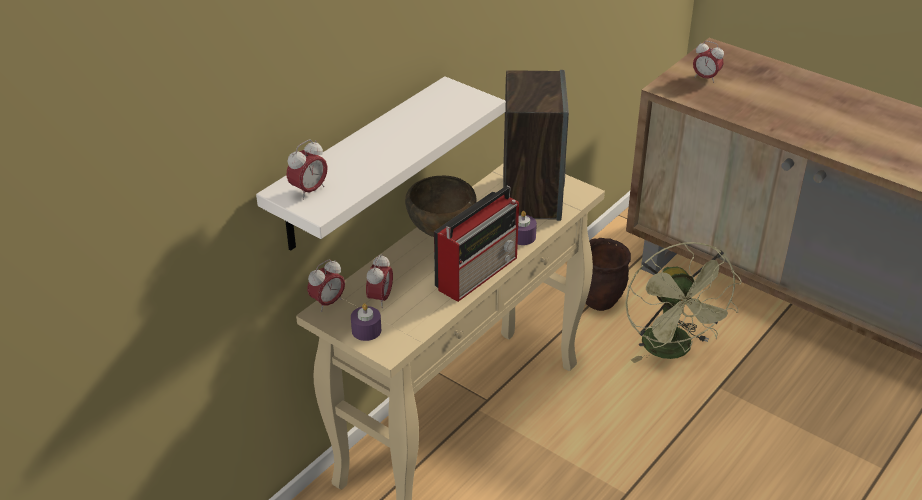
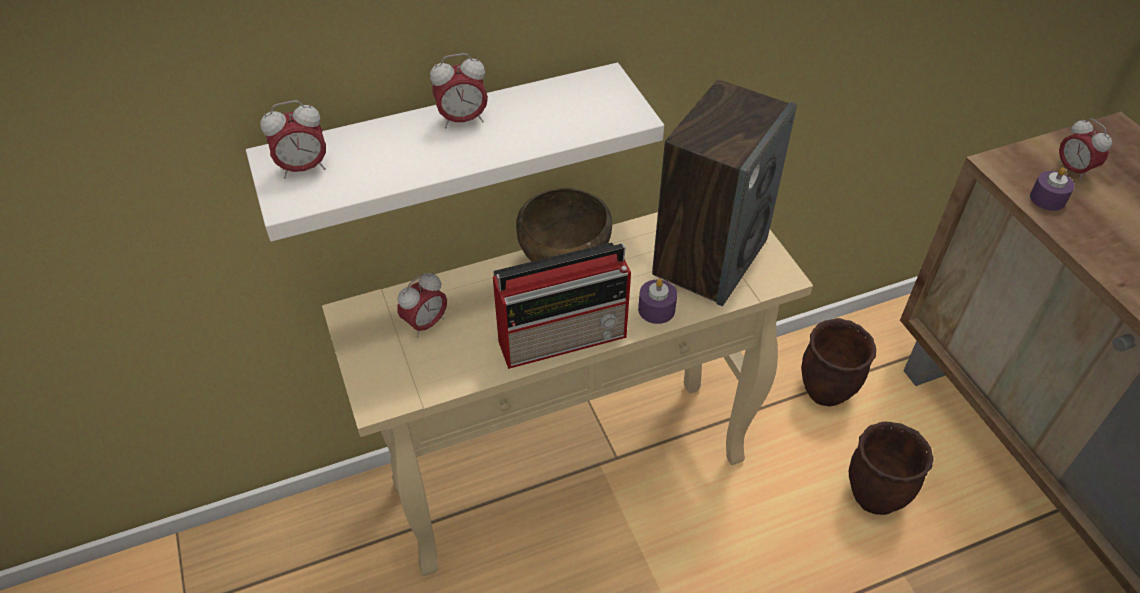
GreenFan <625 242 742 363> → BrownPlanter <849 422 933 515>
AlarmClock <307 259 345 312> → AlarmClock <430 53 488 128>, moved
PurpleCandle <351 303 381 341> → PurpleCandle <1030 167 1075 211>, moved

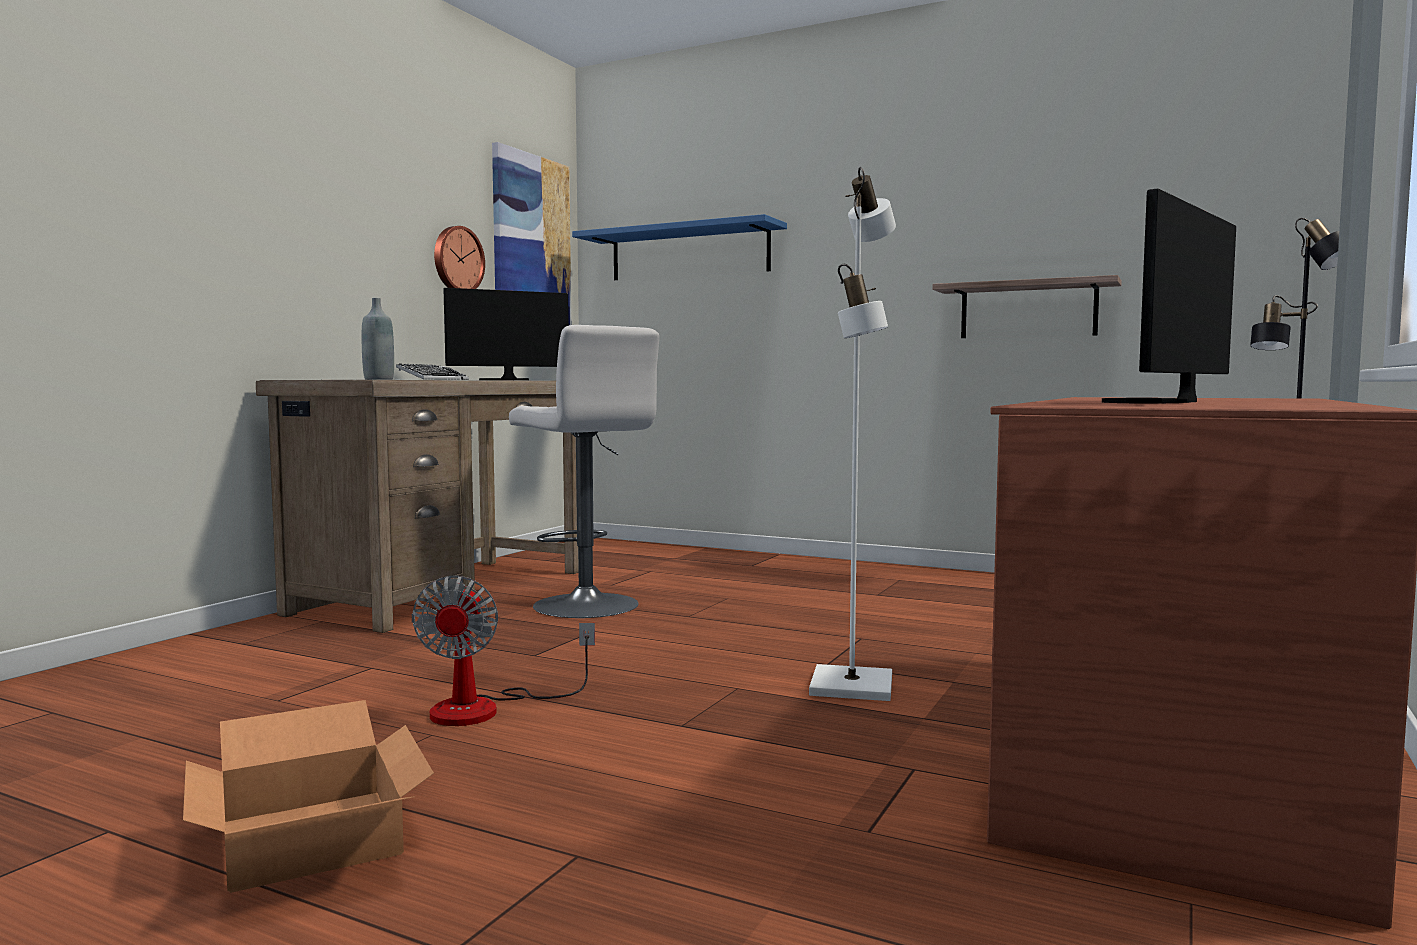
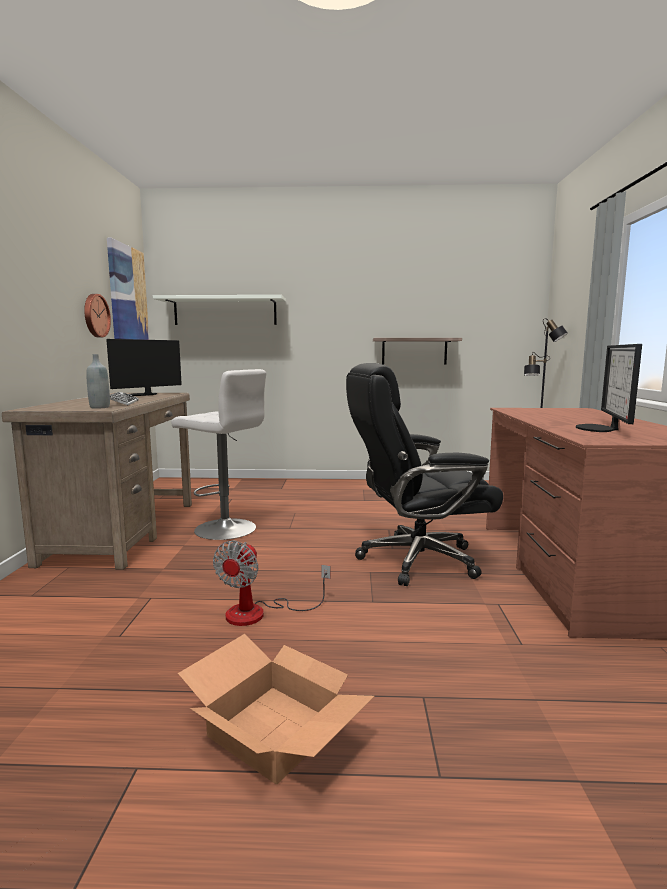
WhiteFloorLamp <809 167 896 701> → BlackOfficeChair <346 363 503 586>
BlueShelf <572 214 787 280> → WhiteShelf <153 295 286 325>
Fan <412 575 595 726> → Fan <213 540 330 626>, 45 degrees clockwise

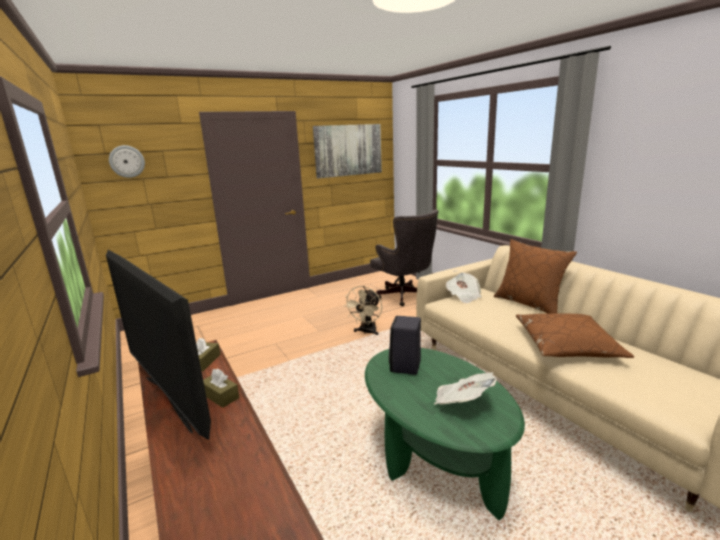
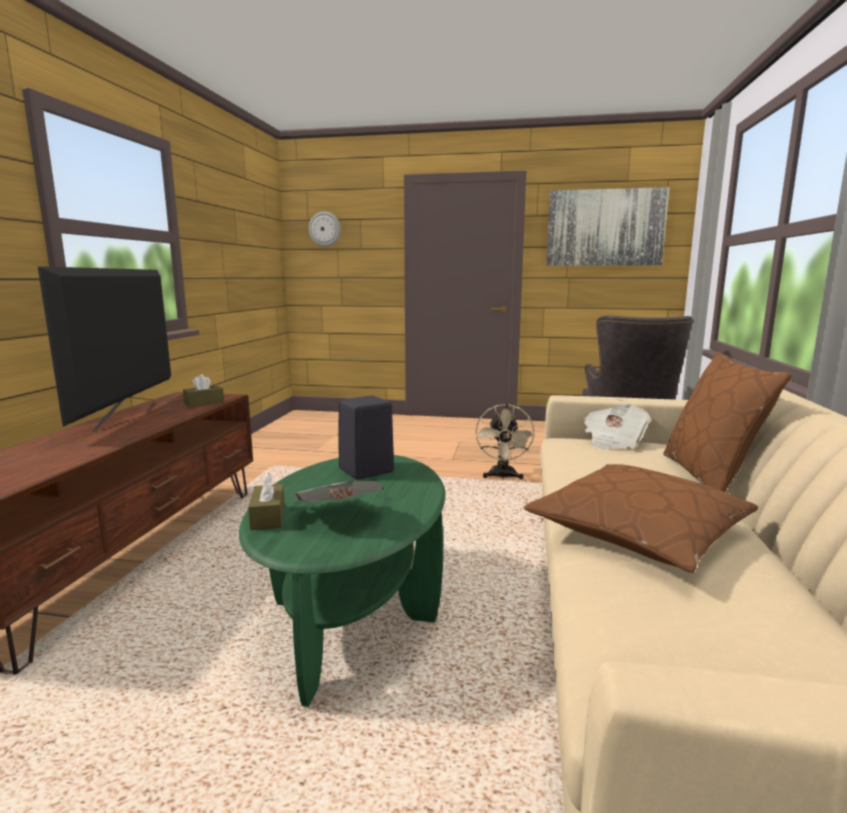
BeigeFan <343 286 382 335> → BeigeFan <476 404 535 479>, 60 degrees counterclockwise
BrownTissueBox <203 369 239 408> → BrownTissueBox <248 472 285 530>, moved

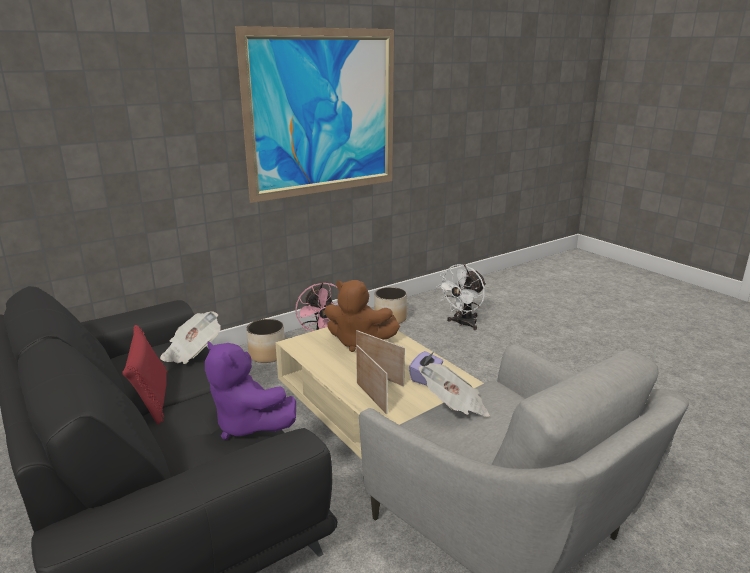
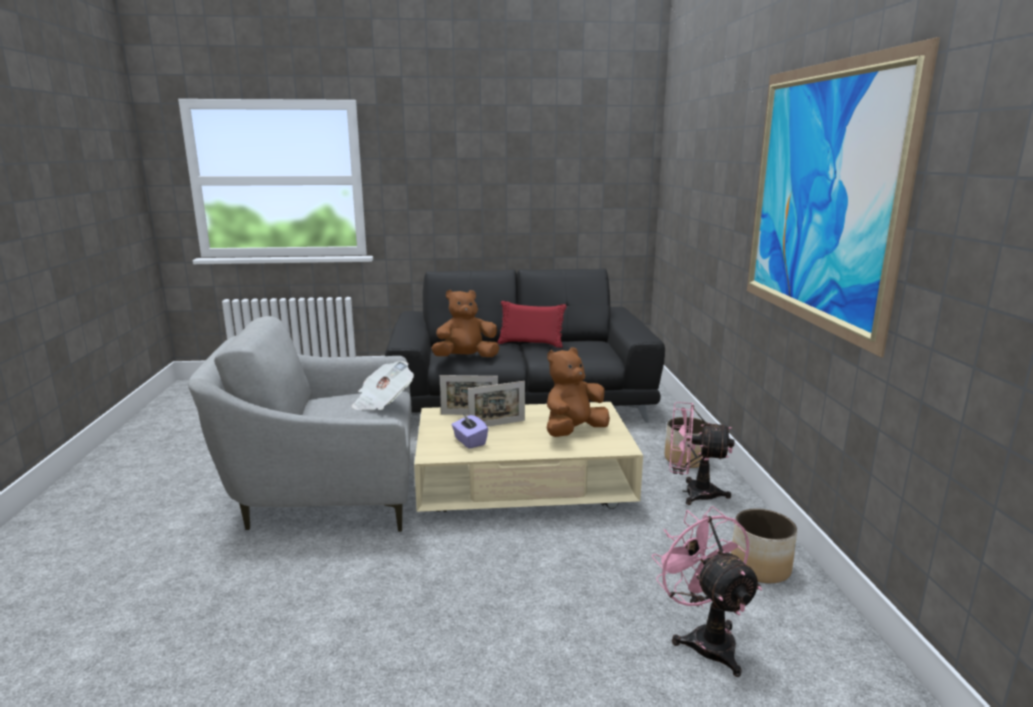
WhiteFan <437 264 486 330> → PinkFan <652 506 762 677>
Newspaper <160 311 221 364> → -
PurplePlushToy <205 341 296 440> → BrownPlushToy <431 290 499 357>

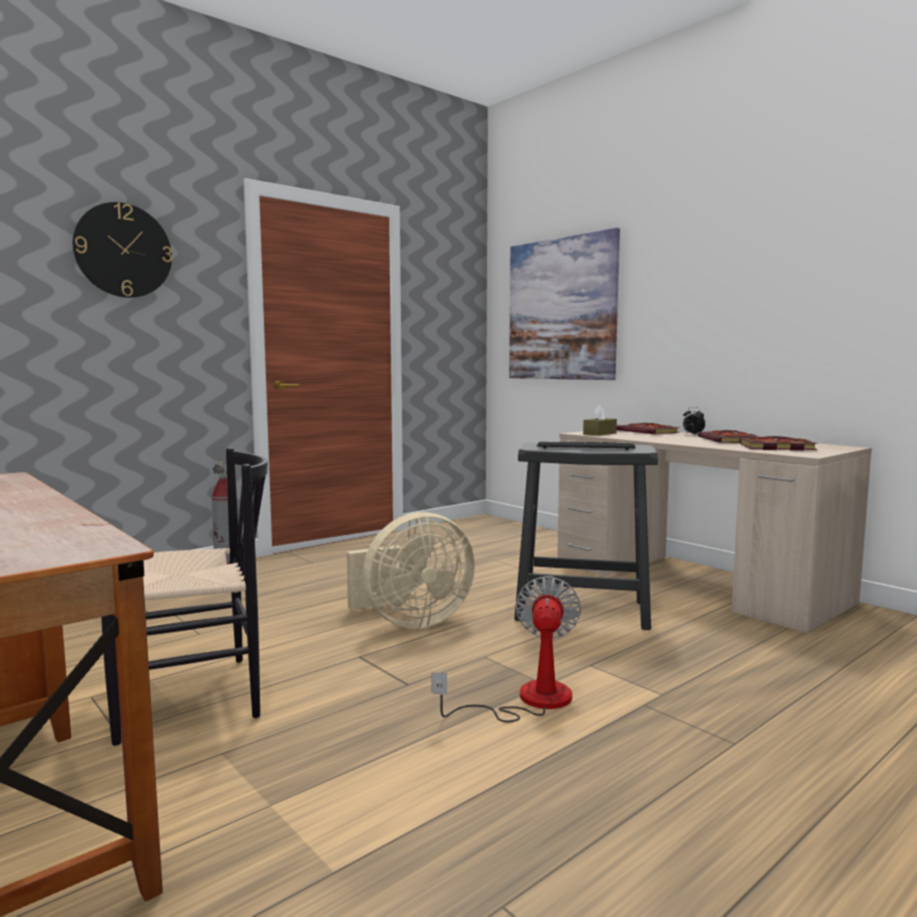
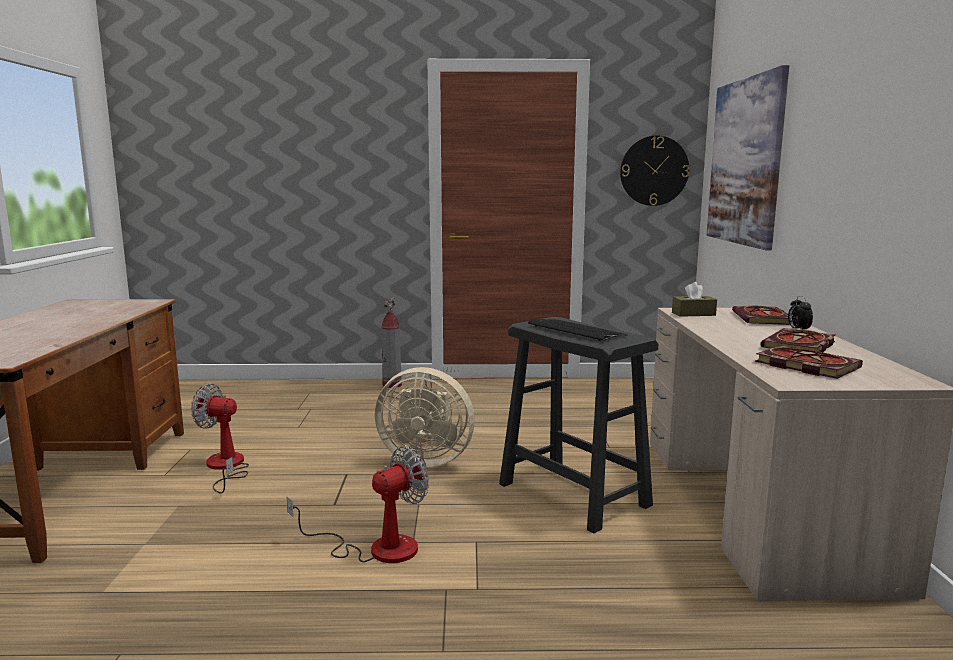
WallClock <73 202 172 298> → WallClock <620 135 689 206>, moved
BlackChair <101 448 268 746> → Fan <191 384 249 493>

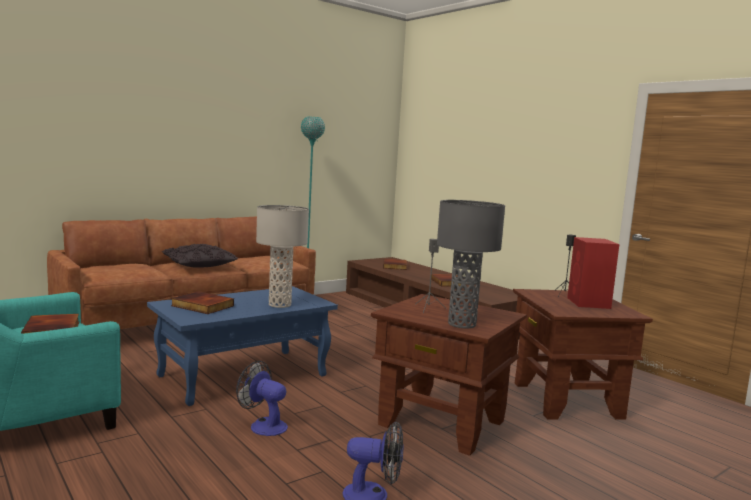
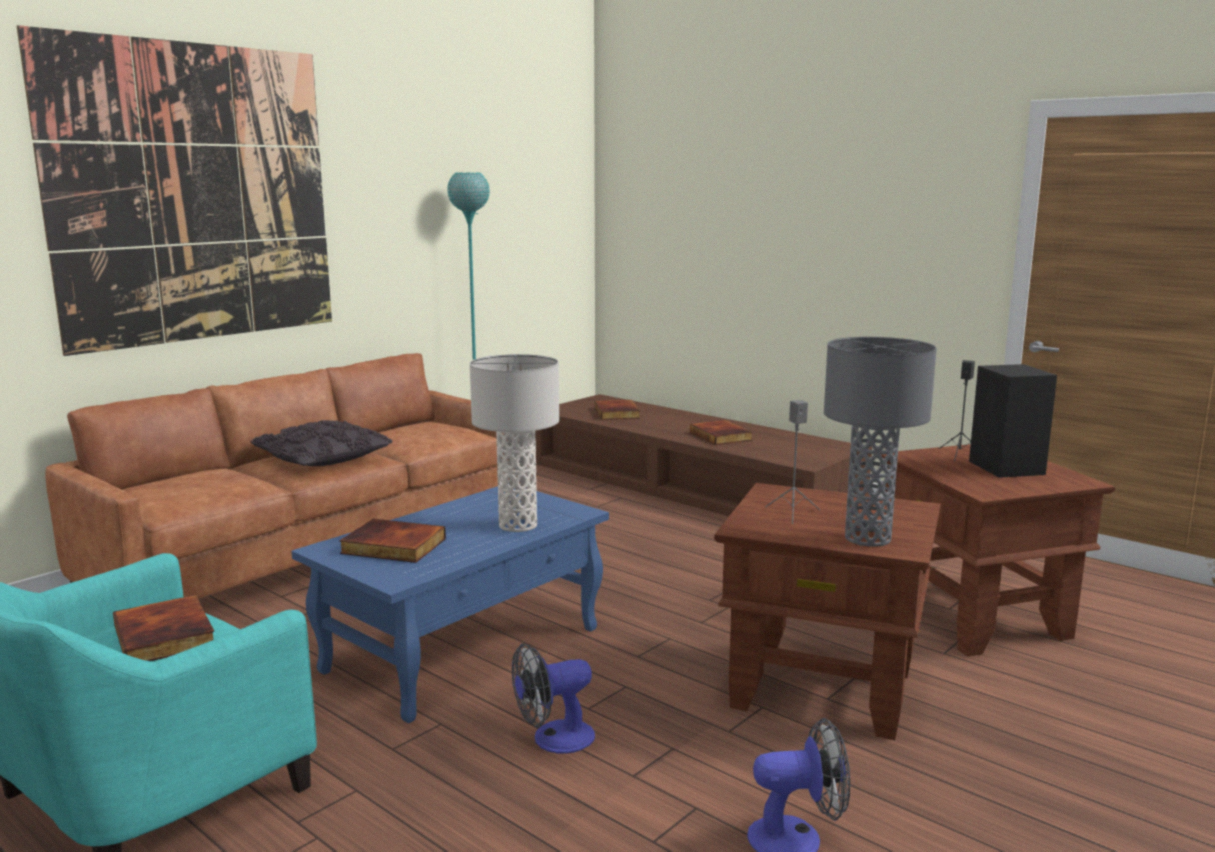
RedSpeaker <567 237 619 309> → BlackSpeaker <969 364 1057 478>
Fan <236 361 288 436> → Fan <512 643 595 753>, 45 degrees counterclockwise
- → Picture <17 25 332 356>

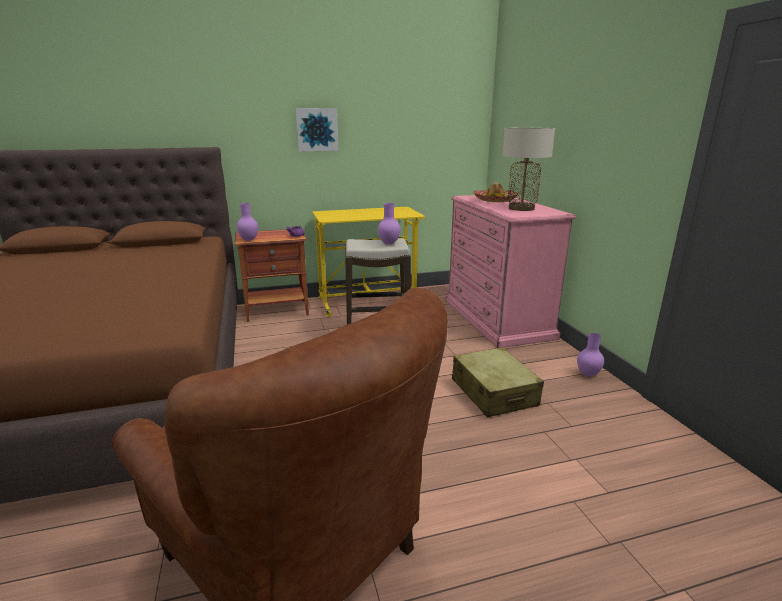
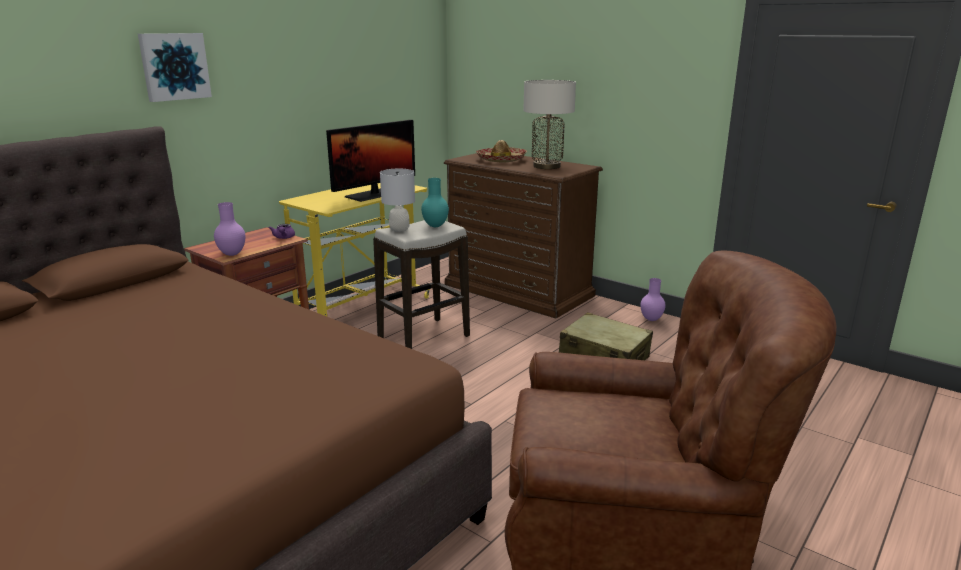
Picture <295 108 339 152> → Picture <138 33 212 102>, moved
PinkDresser <445 195 576 348> → BrownDresser <444 153 603 318>
PurpleVase <378 203 400 245> → TurquoiseVase <421 178 449 227>
- → Monitor <326 120 415 202>
- → GreyTableLamp <380 169 415 232>

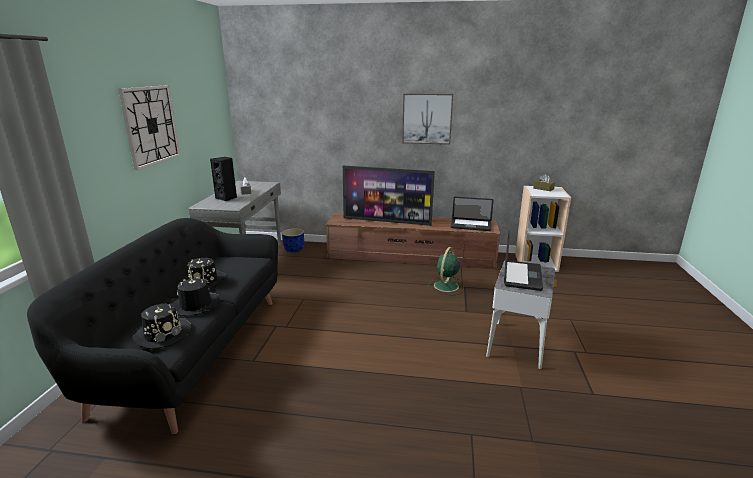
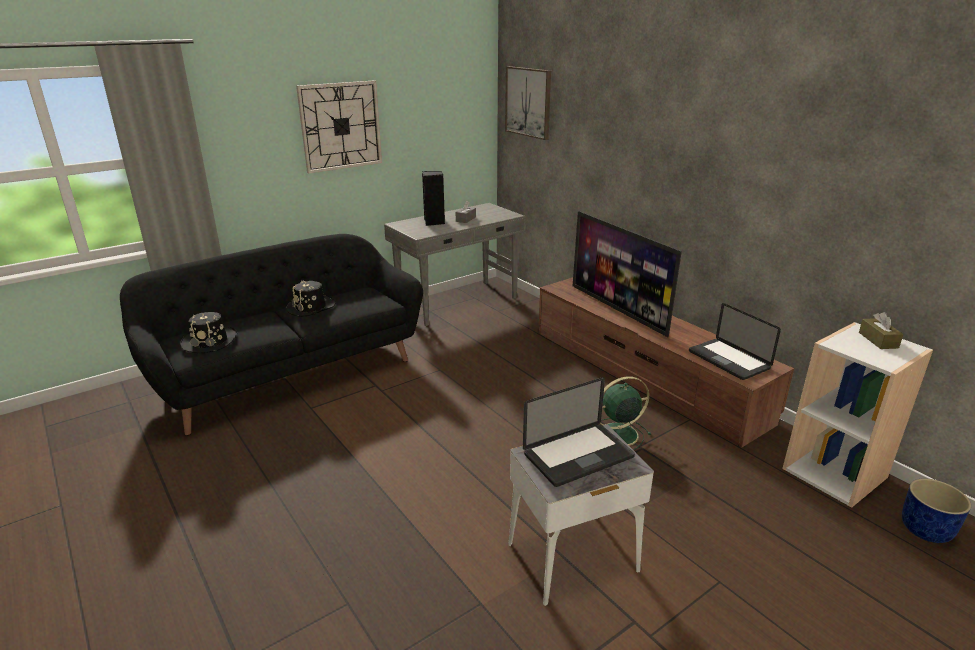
Picture <402 93 453 145> → Picture <505 66 551 140>, moved
BluePlanter <282 228 304 252> → BluePlanter <902 478 971 543>, moved
BlackHat <170 277 220 316> → -

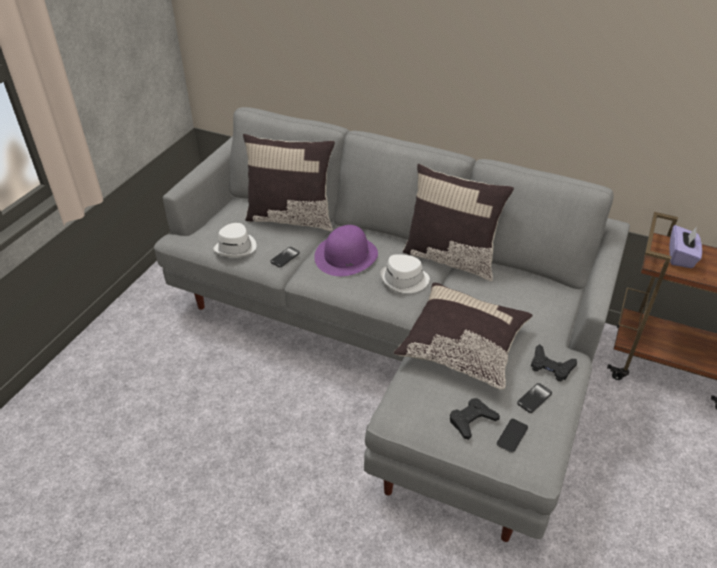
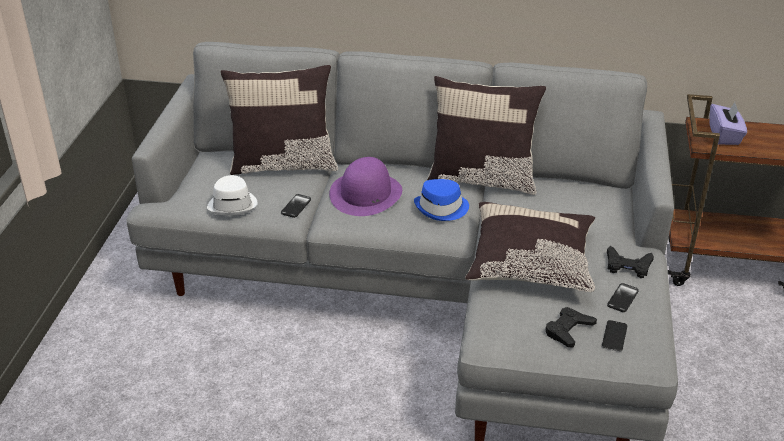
WhiteHat <380 254 430 293> → BlueHat <414 179 469 221>

